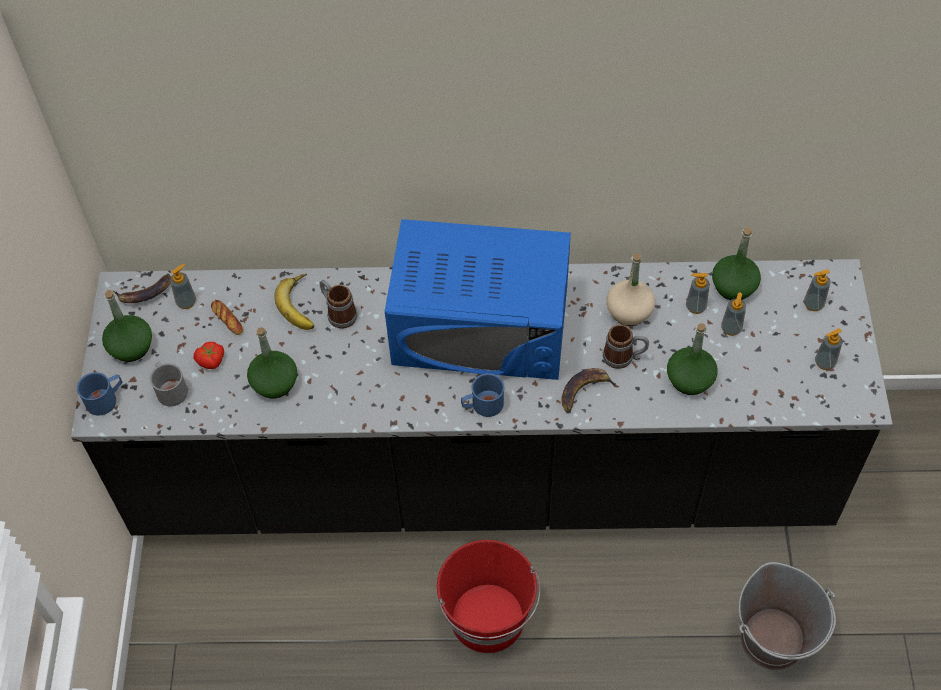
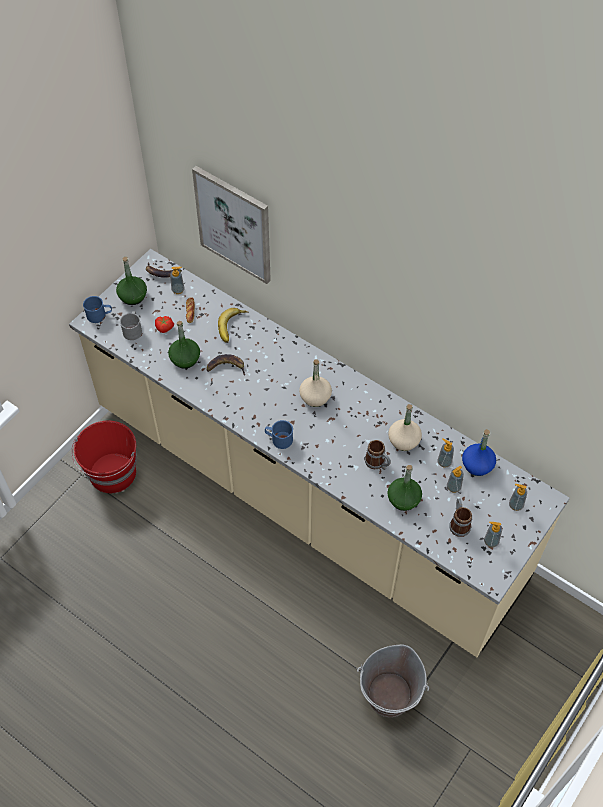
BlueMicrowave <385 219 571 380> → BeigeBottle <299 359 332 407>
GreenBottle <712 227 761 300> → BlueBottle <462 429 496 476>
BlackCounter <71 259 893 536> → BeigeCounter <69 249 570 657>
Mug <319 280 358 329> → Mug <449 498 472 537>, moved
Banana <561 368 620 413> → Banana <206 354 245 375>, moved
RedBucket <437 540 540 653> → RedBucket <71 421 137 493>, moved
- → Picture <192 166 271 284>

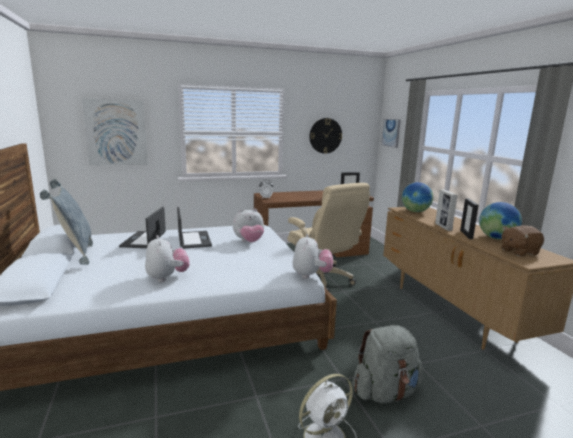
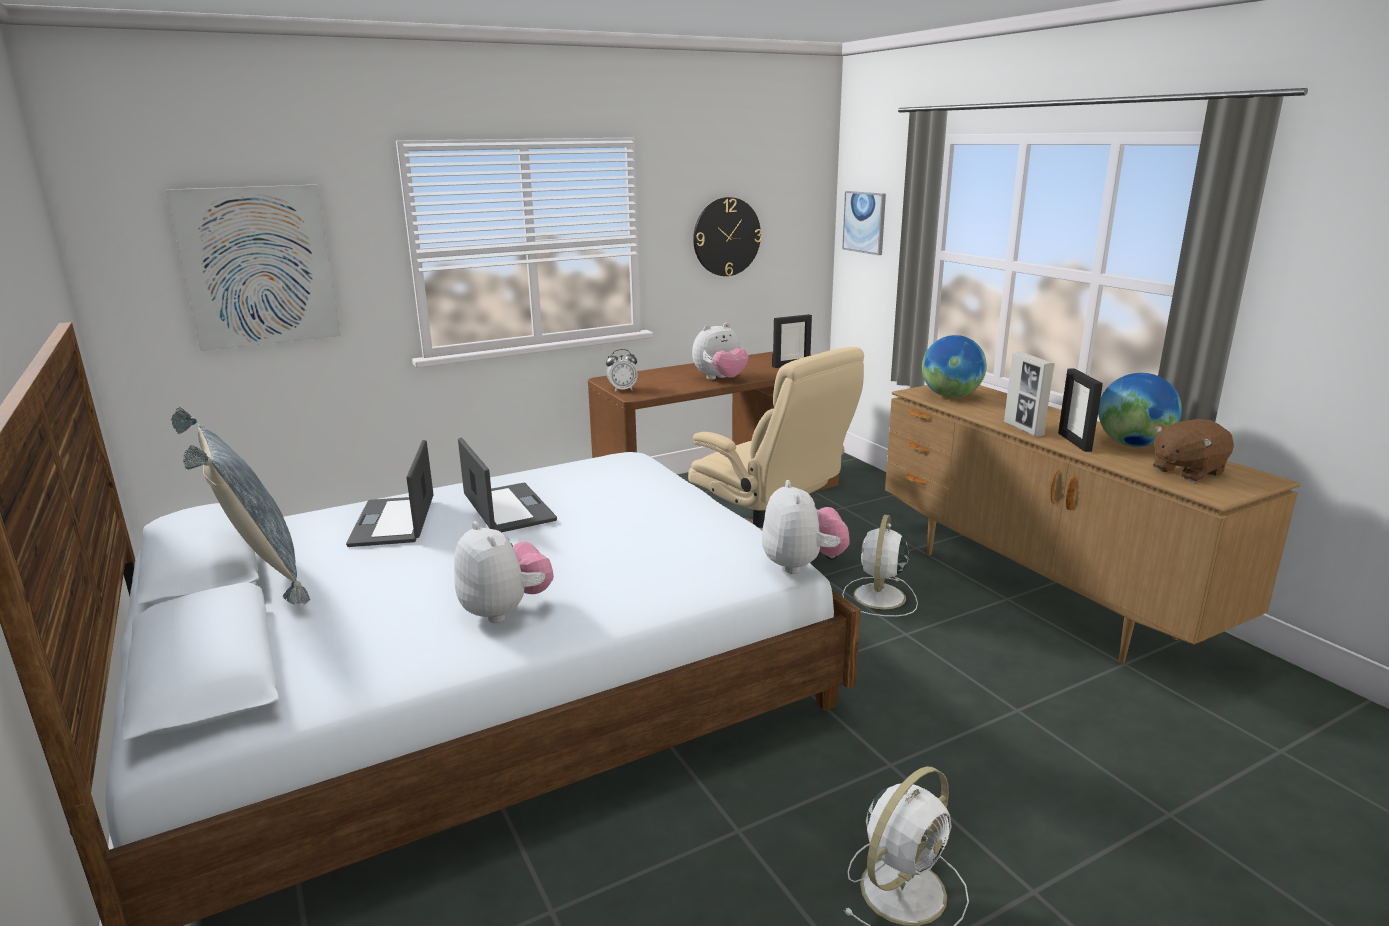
PlushToy <233 208 264 242> → PlushToy <692 323 748 380>, moved
GreyBackpack <352 325 424 403> → -
- → WhiteFan <842 515 918 617>

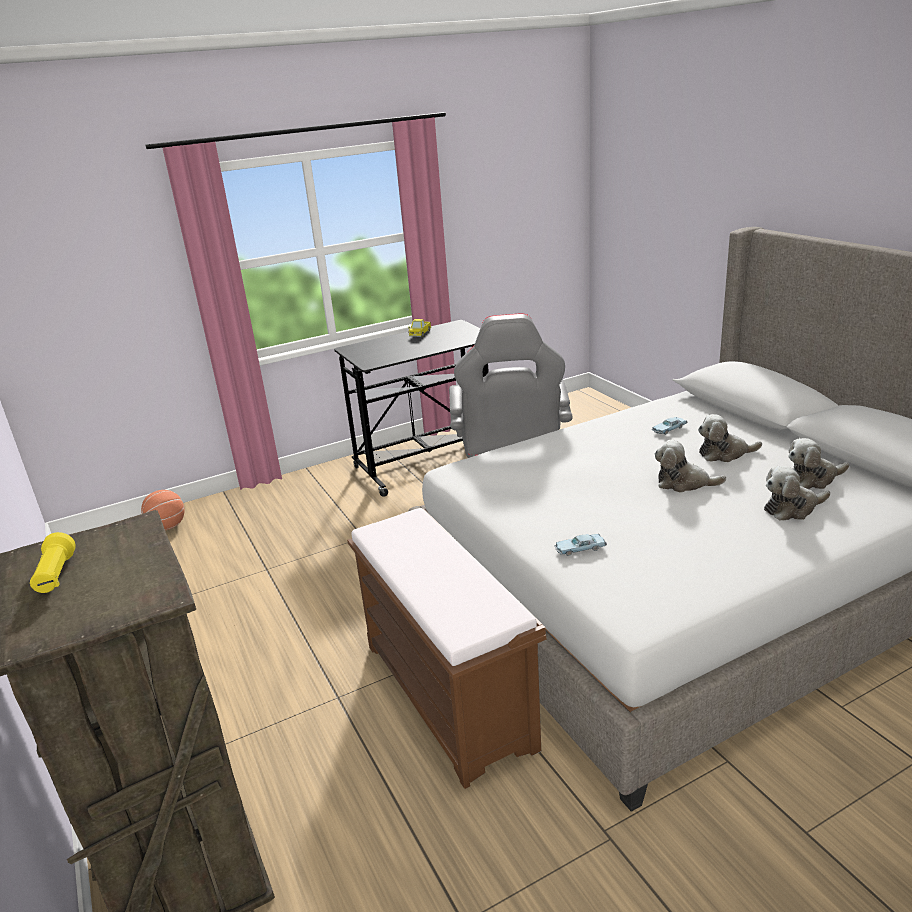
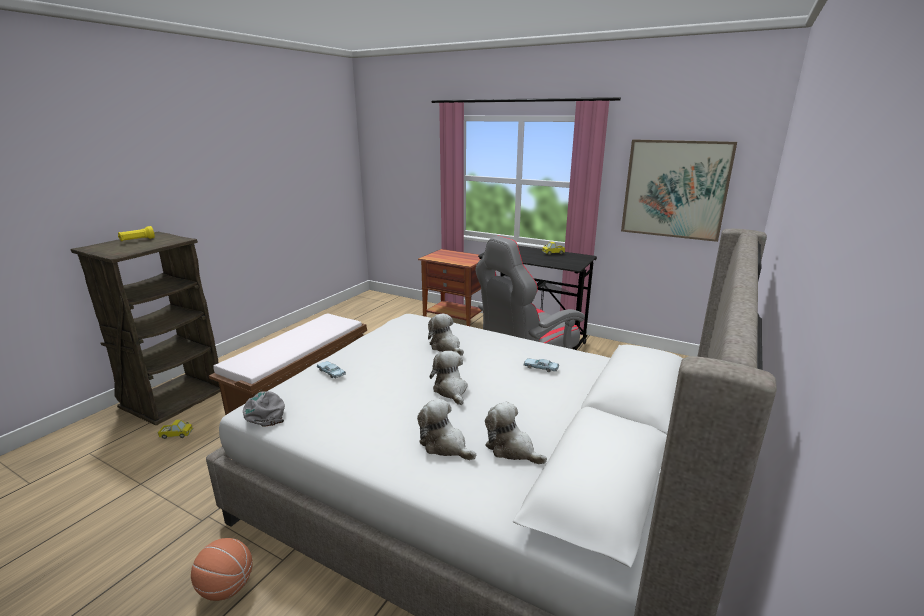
PlushToy <698 414 762 462> → PlushToy <428 314 464 356>, moved
Basketball <141 490 185 530> → Basketball <191 538 253 601>, moved
- → Picture <621 139 737 242>
- → Nightstand <418 249 482 326>
- → GreyCap <243 391 285 427>
- → ToyTruck <158 420 193 439>

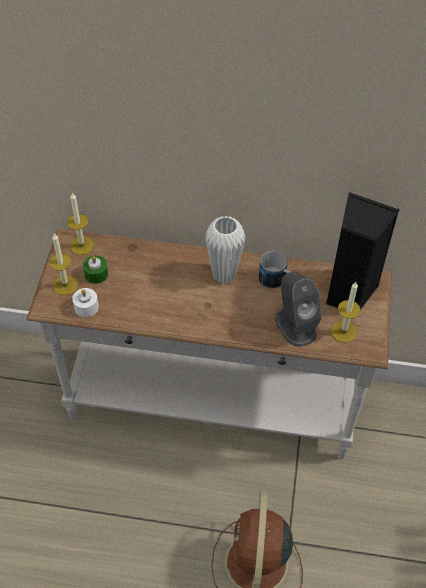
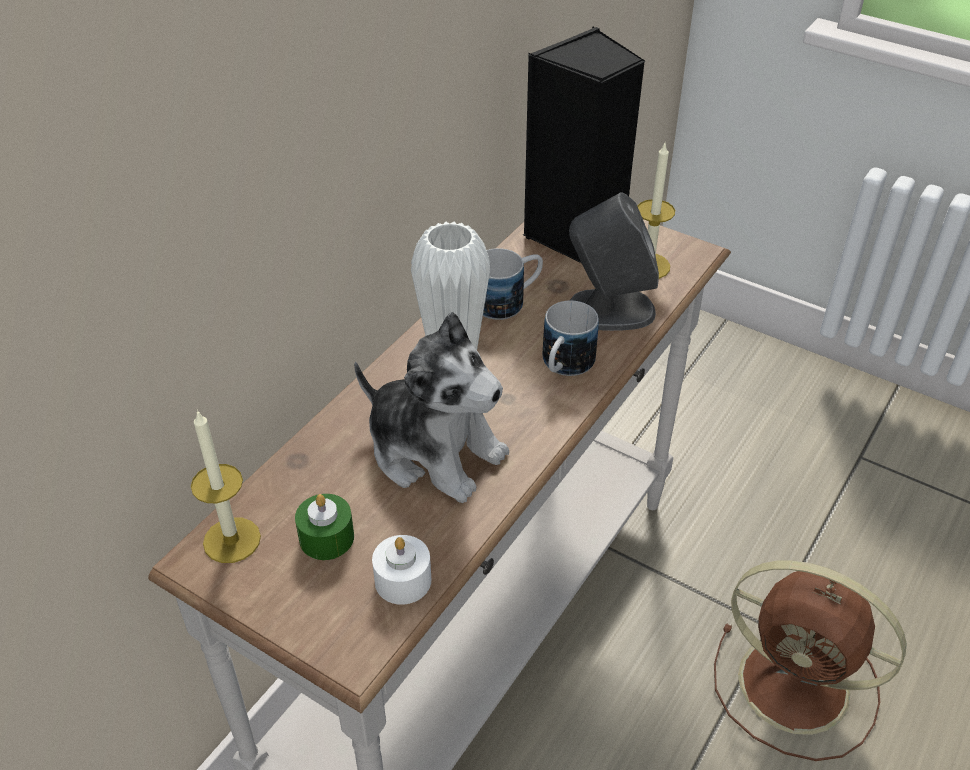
Candle <50 233 78 295> → -
- → Mug <542 300 599 376>
- → PlushToy <354 312 509 503>

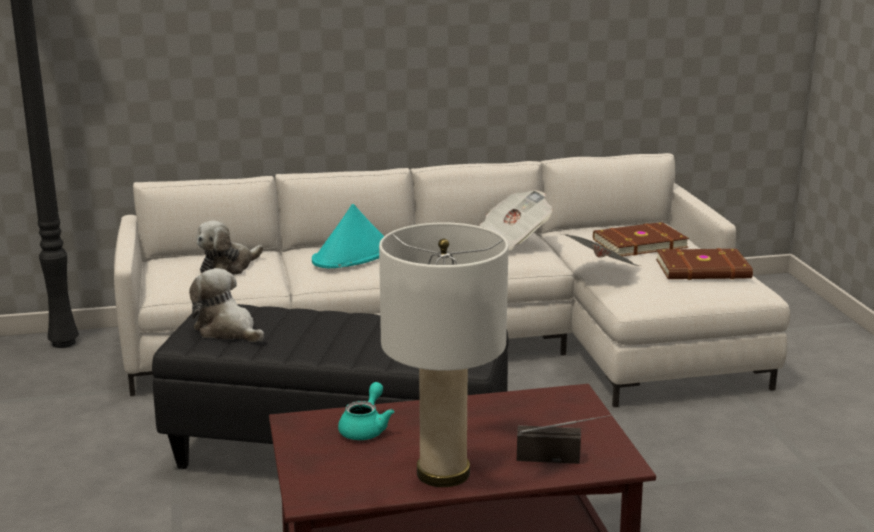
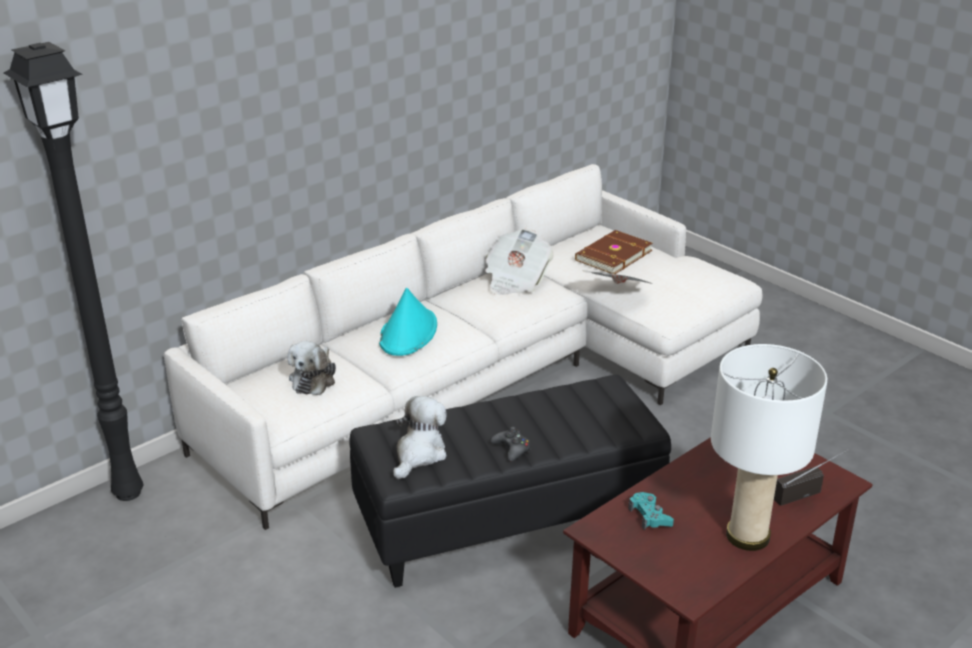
BrownBook <656 248 753 280> → -
PlushToy <189 268 264 342> → PlushToy <393 396 447 479>, 105 degrees clockwise
TurquoiseTeapot <338 382 394 440> → TurquoiseGameController <628 492 674 530>
- → BlackGameController <491 427 531 461>

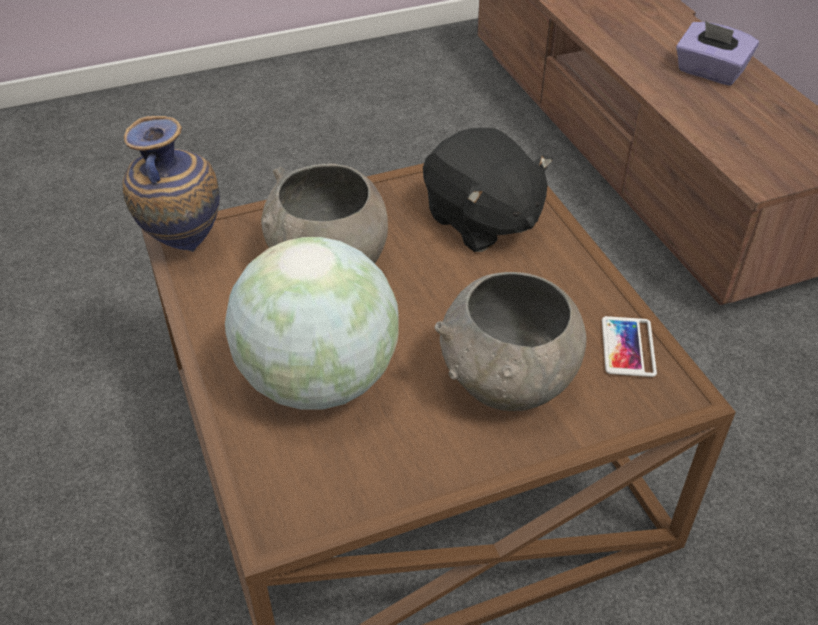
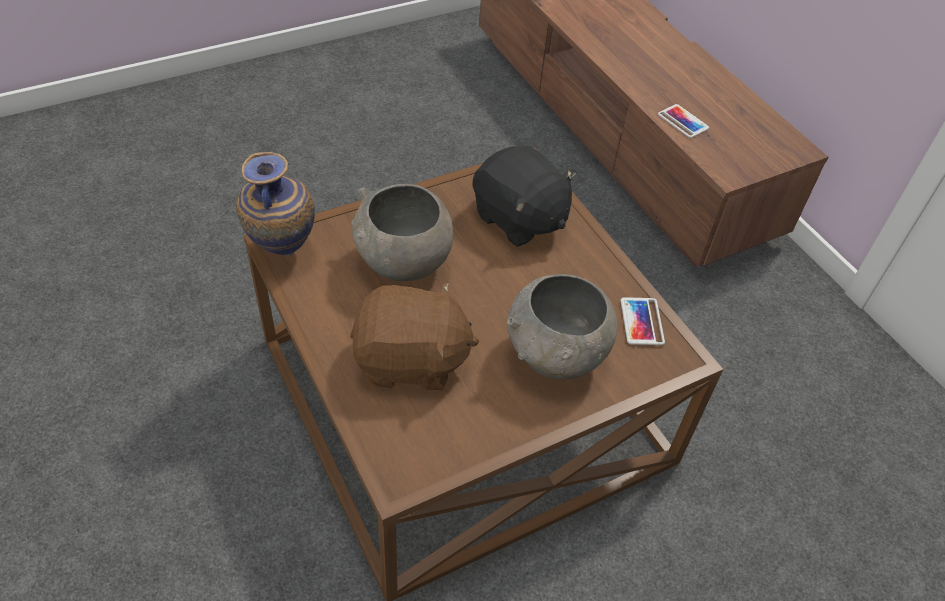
PurpleTissueBox <676 21 759 86> → -
Globe <225 237 399 410> → BrownPlushToy <350 281 479 391>
- → Phone <658 104 709 138>

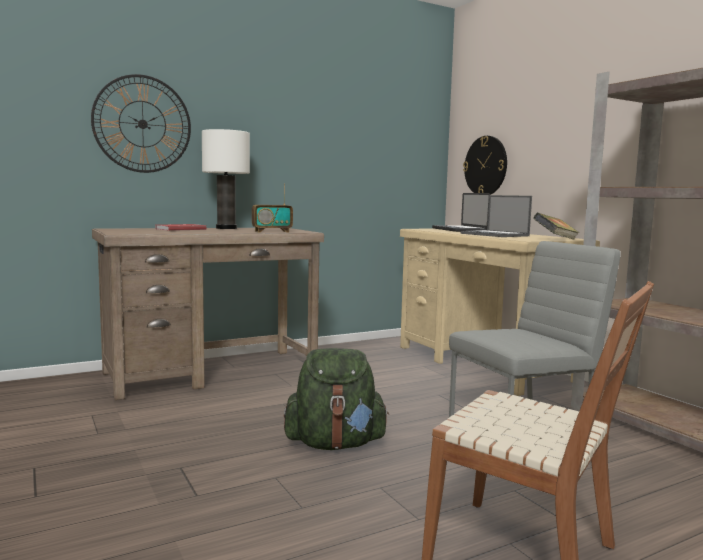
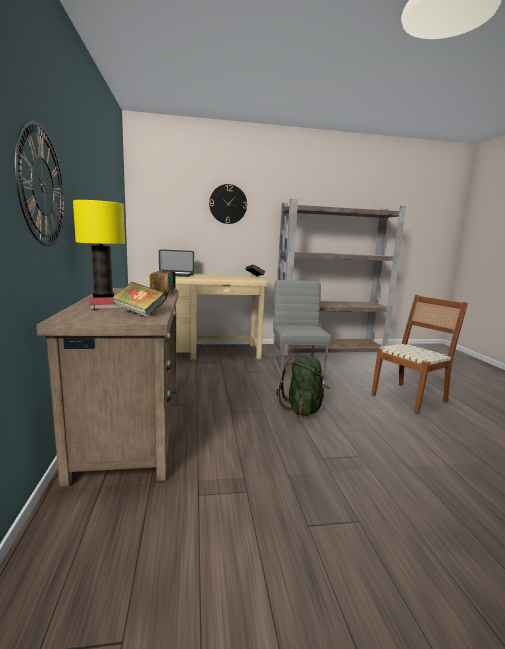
WhiteTableLamp <202 129 250 229> → YellowTableLamp <73 200 125 298>
WallClock <463 136 507 195> → WallClock <209 184 247 224>, moved
Laptop <461 195 532 237> → -
- → Book <112 282 167 317>

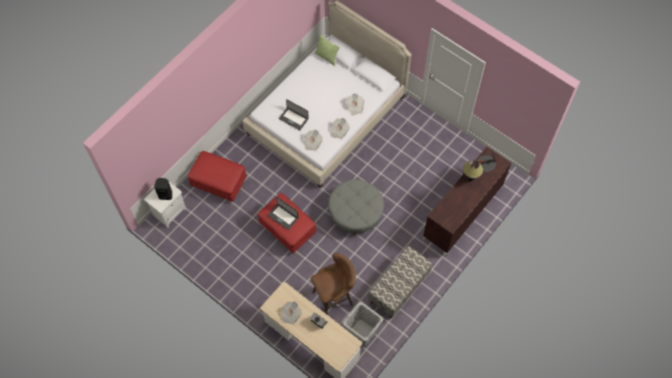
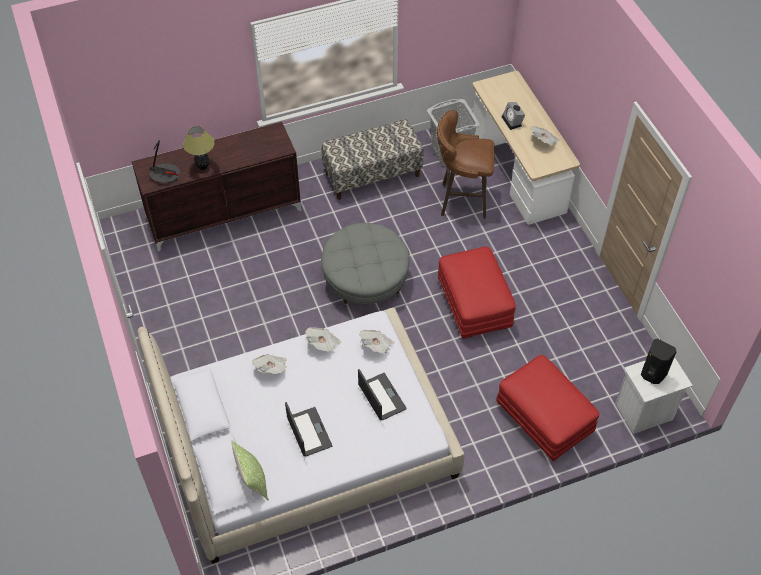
Laptop <268 197 299 230> → Laptop <285 402 332 456>, moved

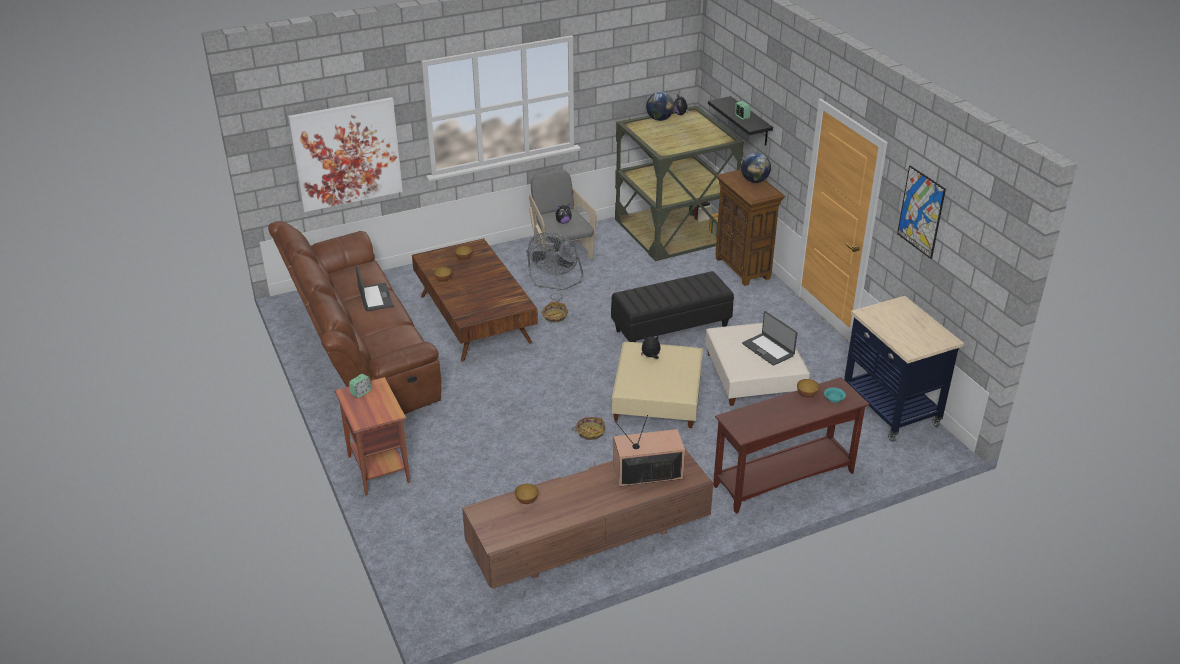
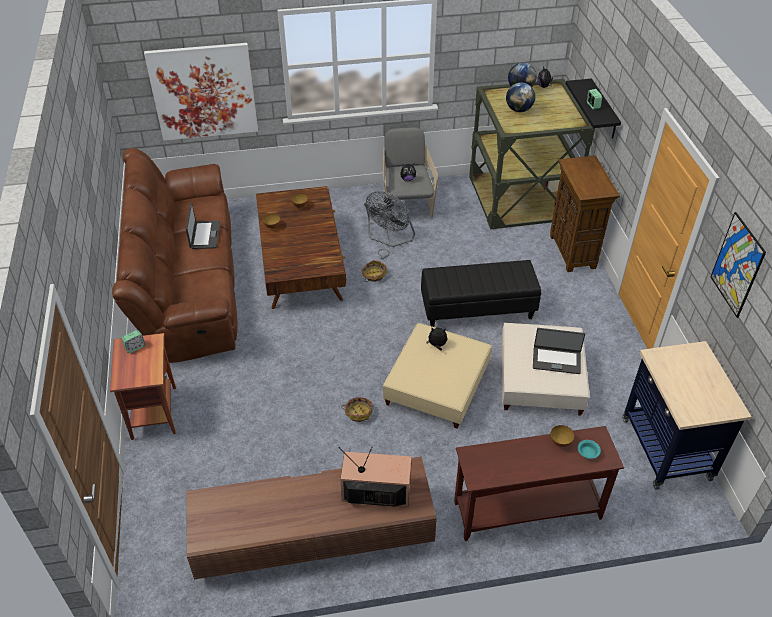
Globe <741 153 771 183> → Globe <506 82 535 112>, moved
Laptop <742 311 797 366> → Laptop <533 328 585 374>, 60 degrees counterclockwise
Bowl <515 484 538 504> → -

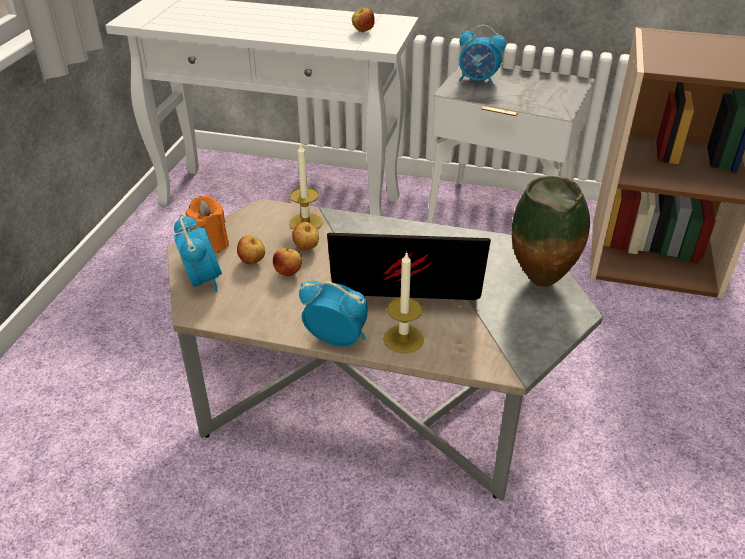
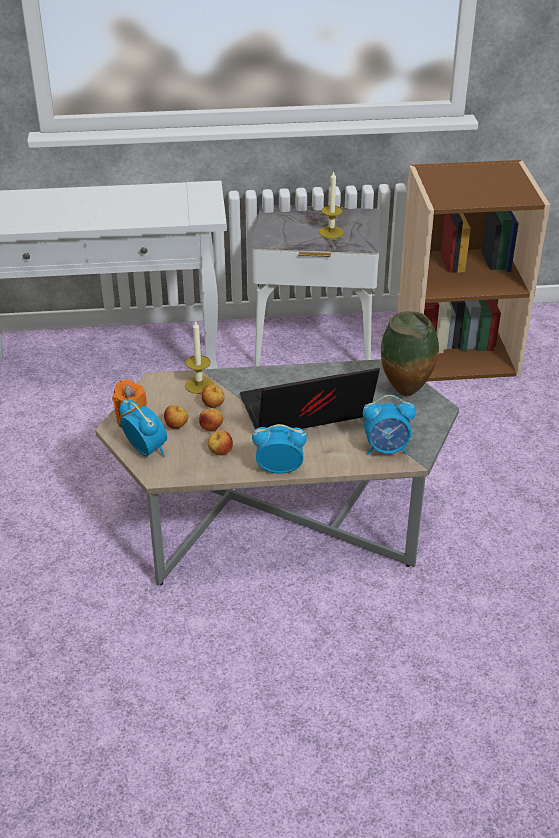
Apple <352 8 375 32> → Apple <208 430 233 455>, moved
AlarmClock <459 25 506 86> → AlarmClock <363 395 416 455>, moved
Candle <383 252 424 353> → Candle <319 171 344 239>, moved

